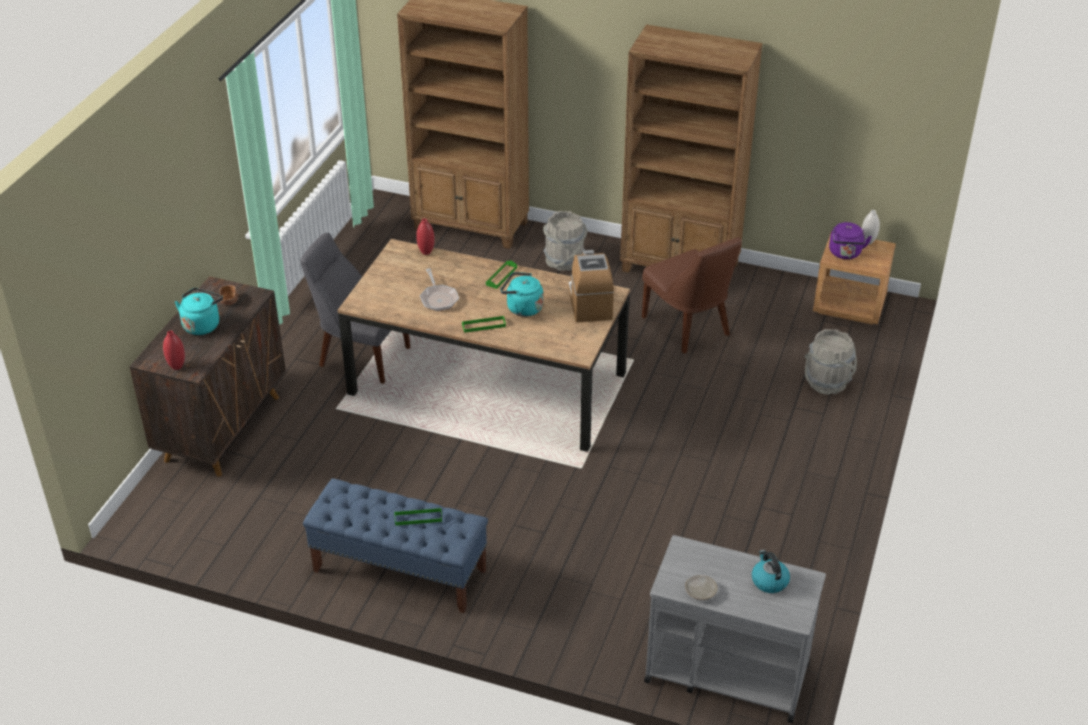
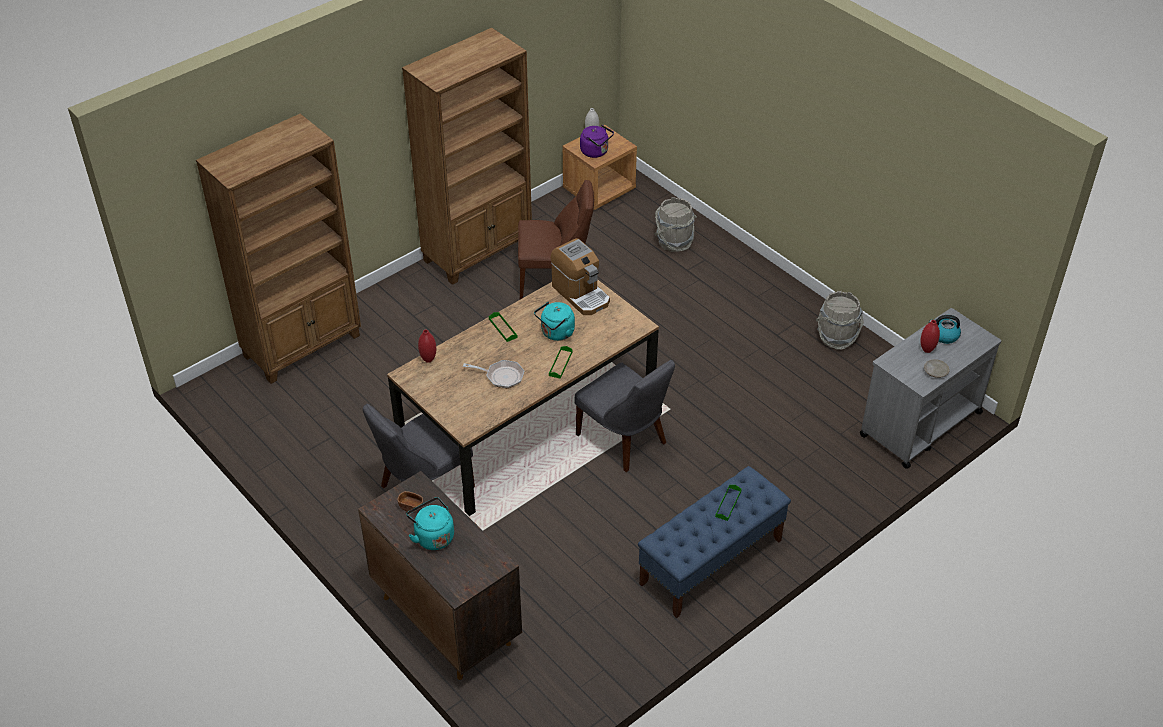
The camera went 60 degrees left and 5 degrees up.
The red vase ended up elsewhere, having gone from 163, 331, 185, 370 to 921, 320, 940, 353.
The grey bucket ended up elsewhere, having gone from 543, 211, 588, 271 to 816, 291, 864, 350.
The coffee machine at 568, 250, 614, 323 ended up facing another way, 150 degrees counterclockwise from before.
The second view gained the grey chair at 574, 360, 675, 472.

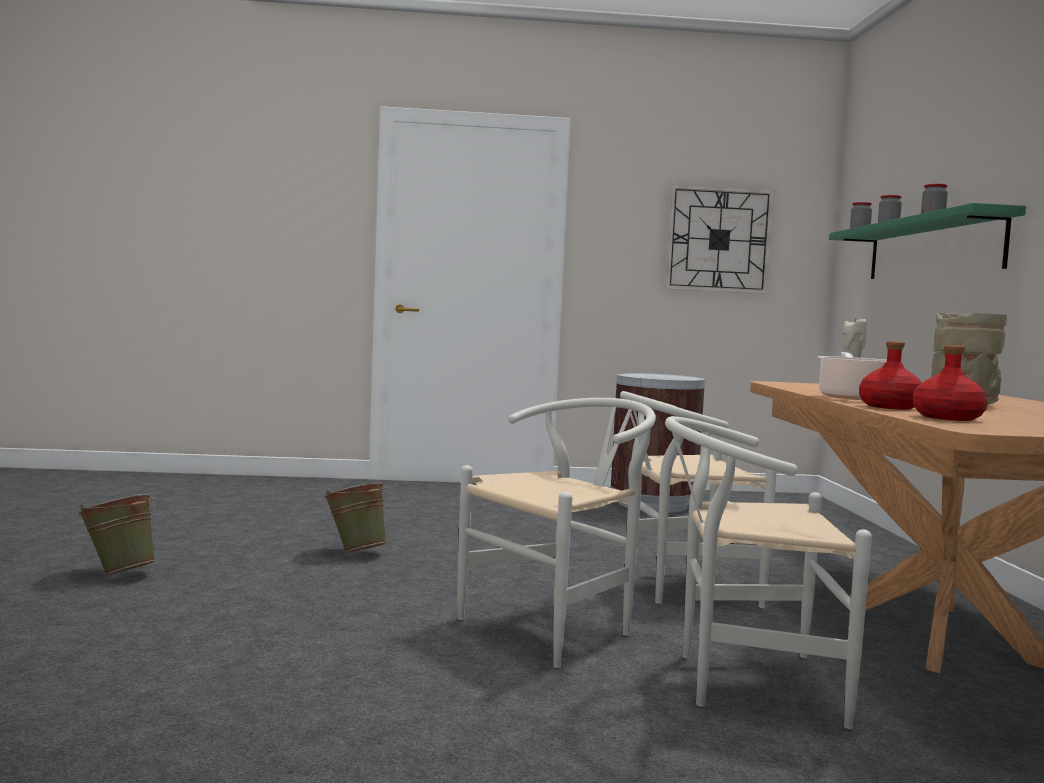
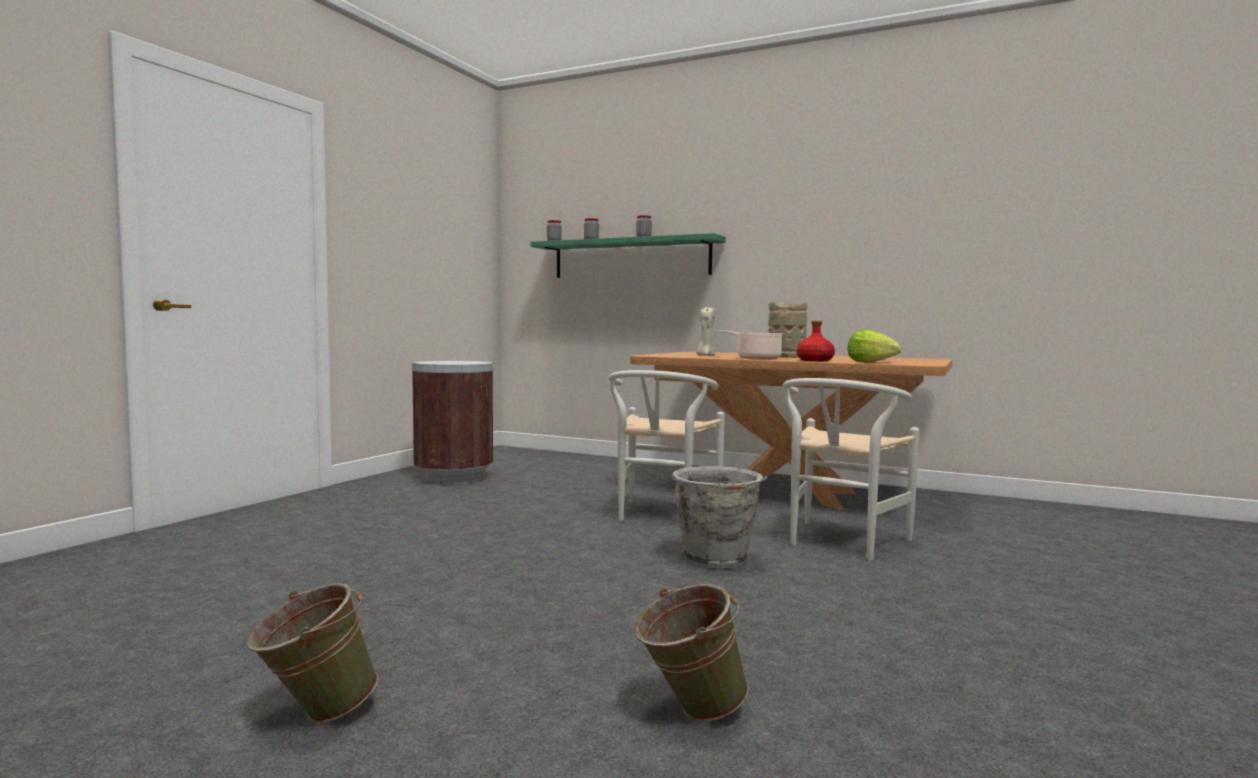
The camera went 60 degrees left and 0 degrees up.
The green bucket ended up elsewhere, having gone from 324, 483, 387, 553 to 635, 584, 749, 722.
Where the white chair stood at 458, 398, 656, 668, the grey bucket came to stand at 672, 466, 767, 569.
The second view lost the wall clock at 665, 185, 774, 294.
Where the red bottle stood at 913, 345, 988, 421, the lettuce came to stand at 847, 330, 901, 362.

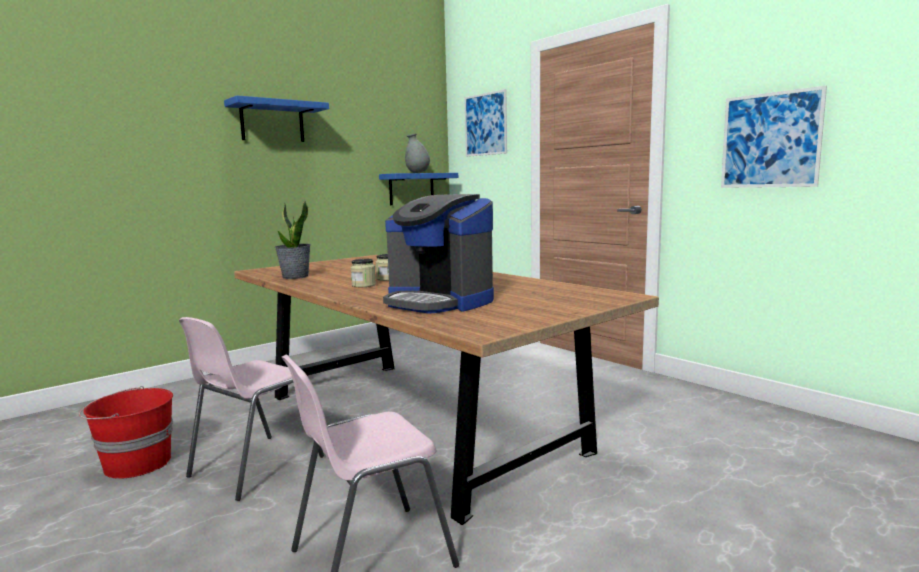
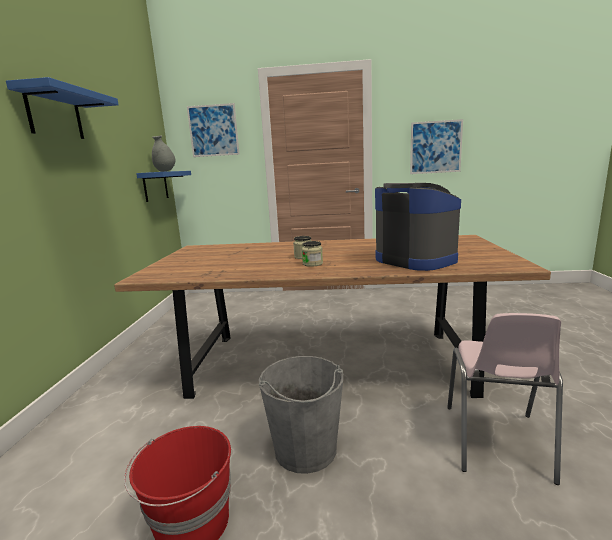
The camera went 45 degrees left and 5 degrees up.
Where the pink chair stood at 179, 317, 324, 501, the grey bucket came to stand at 259, 356, 343, 474.
The second view lost the potted plant at 275, 200, 311, 279.
The coffee machine at 383, 194, 494, 314 ended up facing another way, 120 degrees counterclockwise from before.

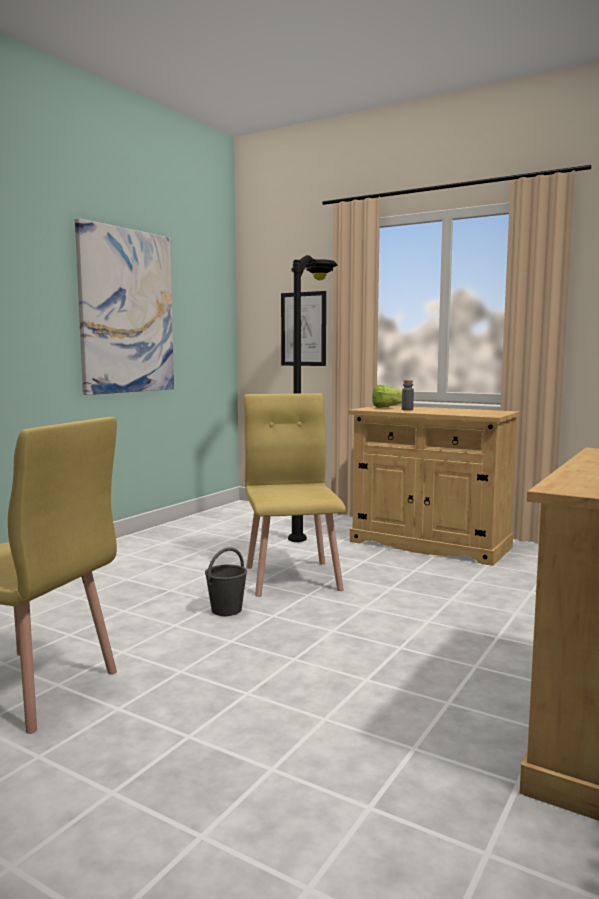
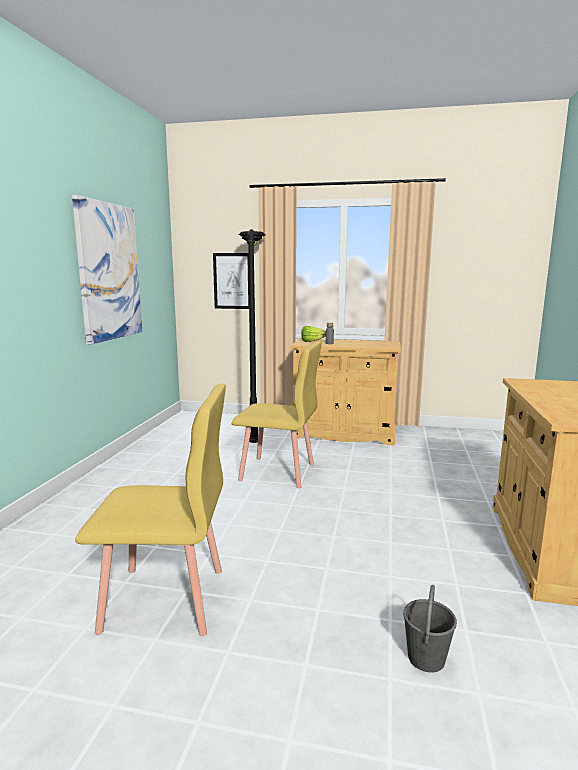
The camera went 20 degrees left and 5 degrees up.
The grey bucket ended up elsewhere, having gone from 205, 547, 247, 616 to 403, 585, 457, 673.
The yellow chair at 244, 393, 346, 597 ended up facing another way, 135 degrees clockwise from before.

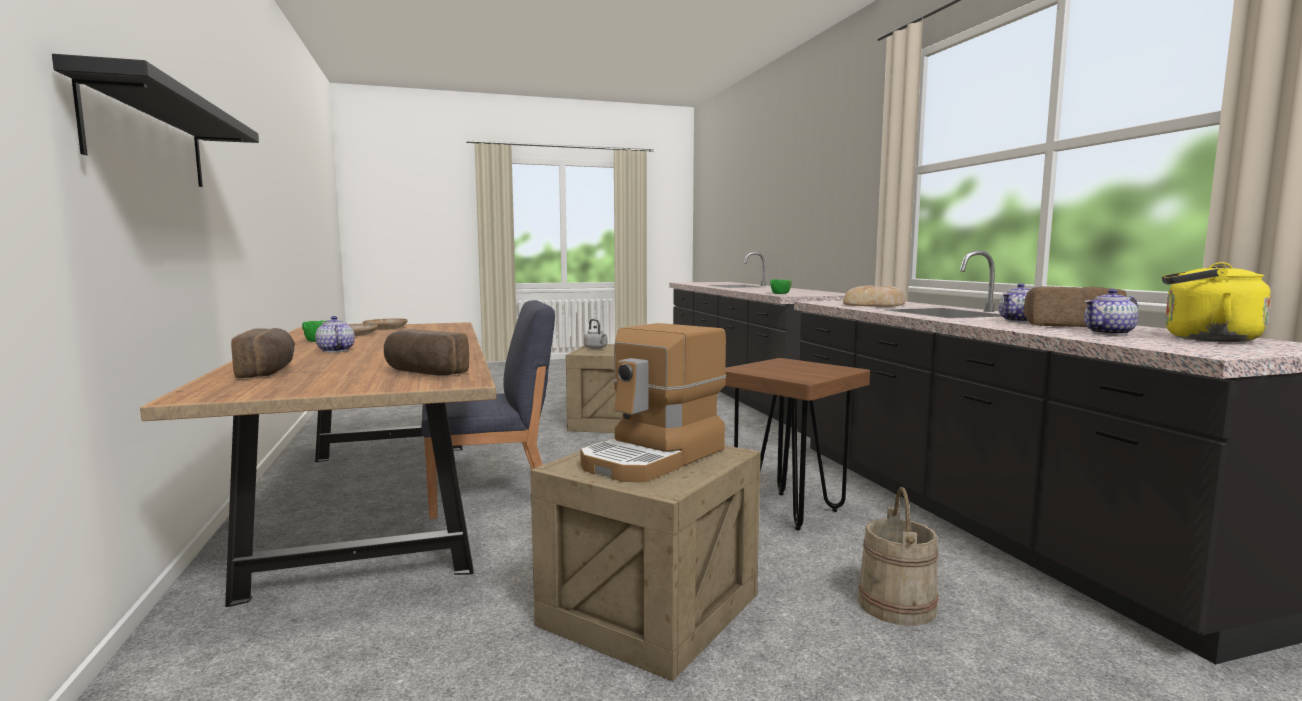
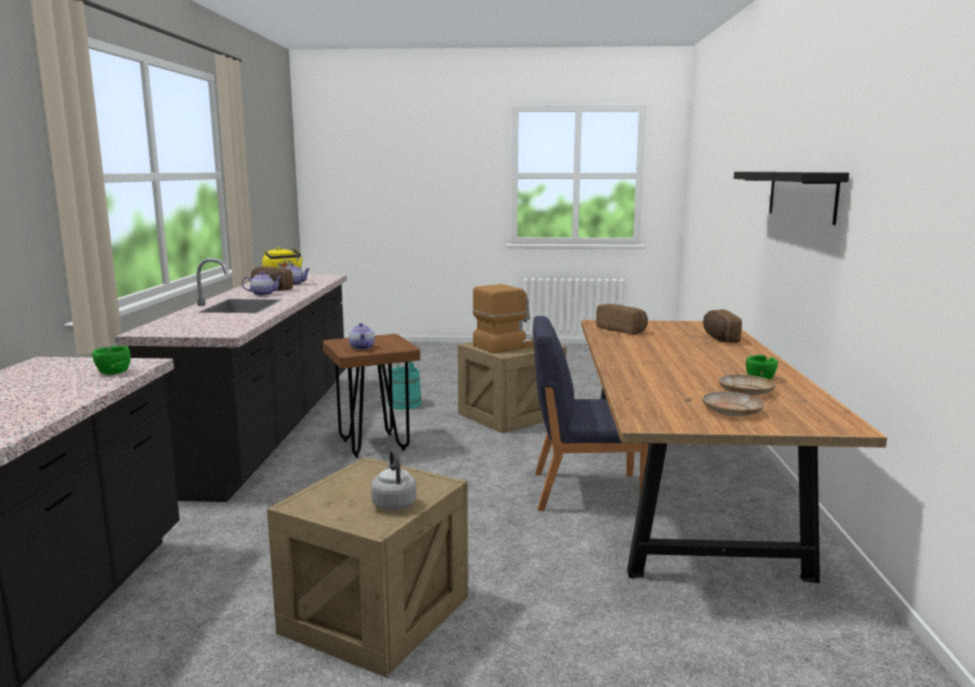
The camera went 160 degrees left and 5 degrees up.
The teapot ended up elsewhere, having gone from 315, 316, 355, 352 to 349, 323, 375, 350.
The second view lost the bread at 843, 285, 905, 307.
What was the beige bucket at 858, 487, 939, 626 turned into the turquoise bucket at 387, 362, 422, 410.

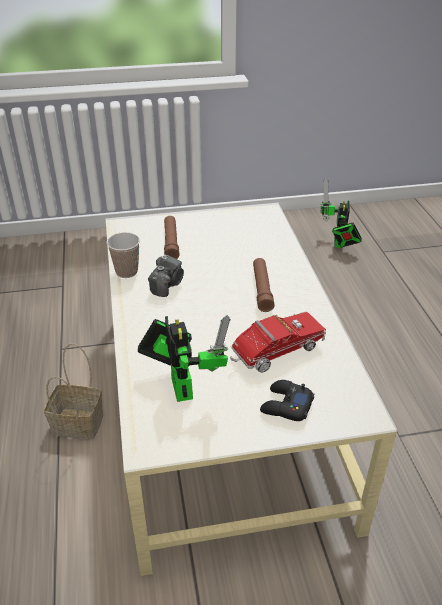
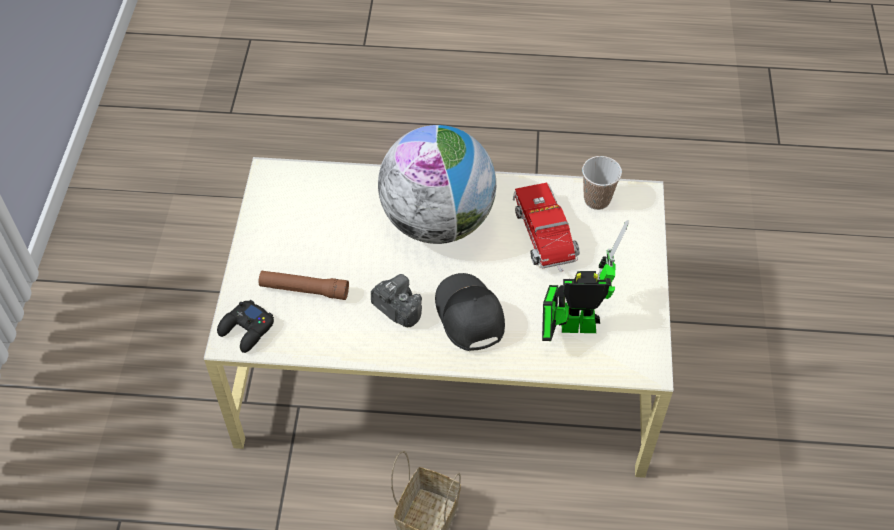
The camera went 75 degrees left and 15 degrees up.
The cup ended up elsewhere, having gone from 107, 232, 140, 278 to 582, 156, 622, 210.
Where the brown flashlight stood at 253, 258, 275, 312, the globe came to stand at 378, 125, 496, 244.
The black game controller ended up elsewhere, having gone from 260, 380, 314, 421 to 217, 300, 274, 353.
The second view lost the toy robot at 320, 177, 362, 248.
The second view gained the black cap at 435, 273, 505, 351.

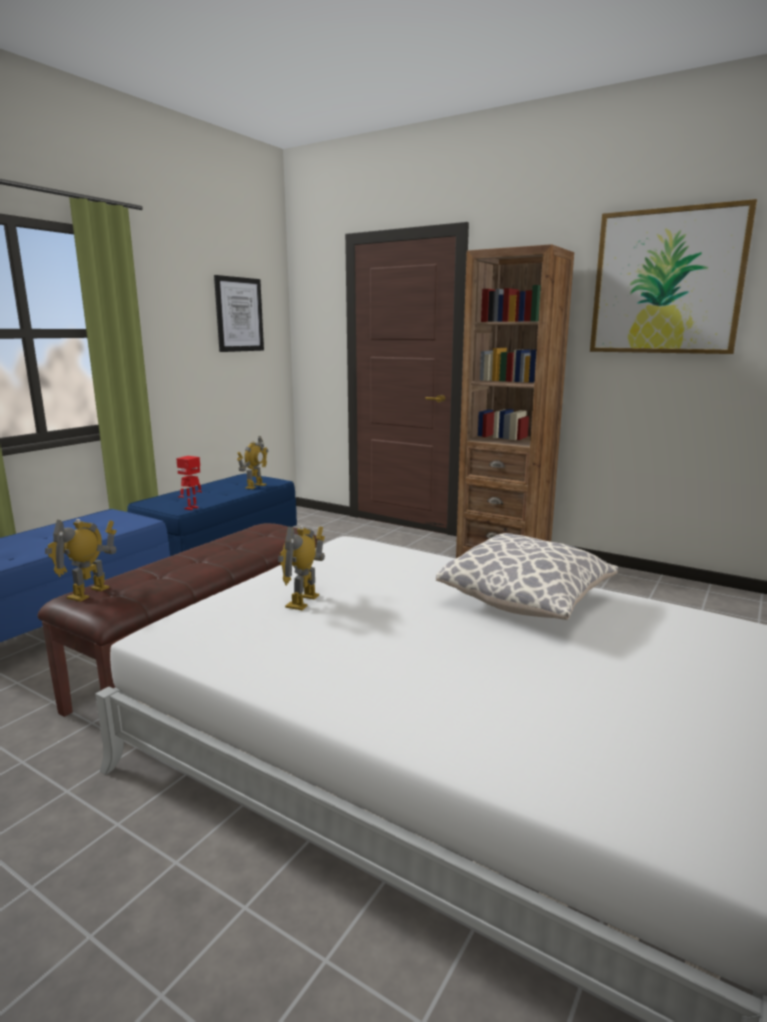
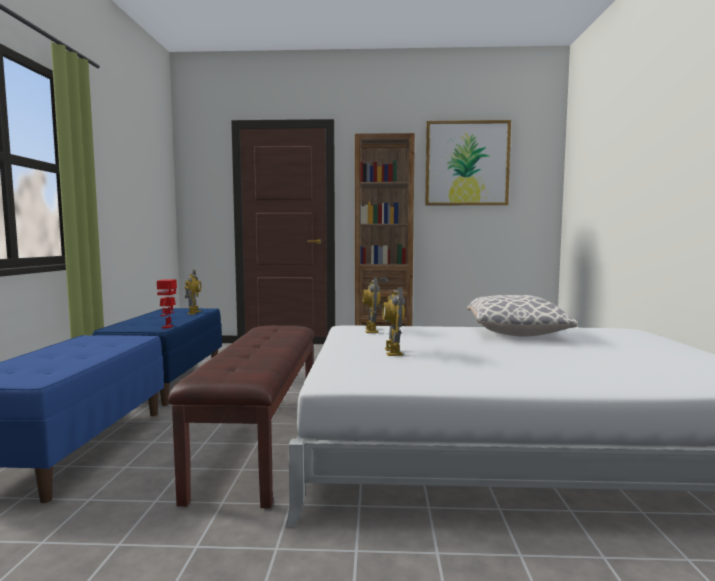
The camera went 30 degrees left and 10 degrees down.
The toy robot ended up elsewhere, having gone from 45, 519, 116, 602 to 362, 277, 381, 333.
The second view lost the picture at 214, 275, 264, 352.

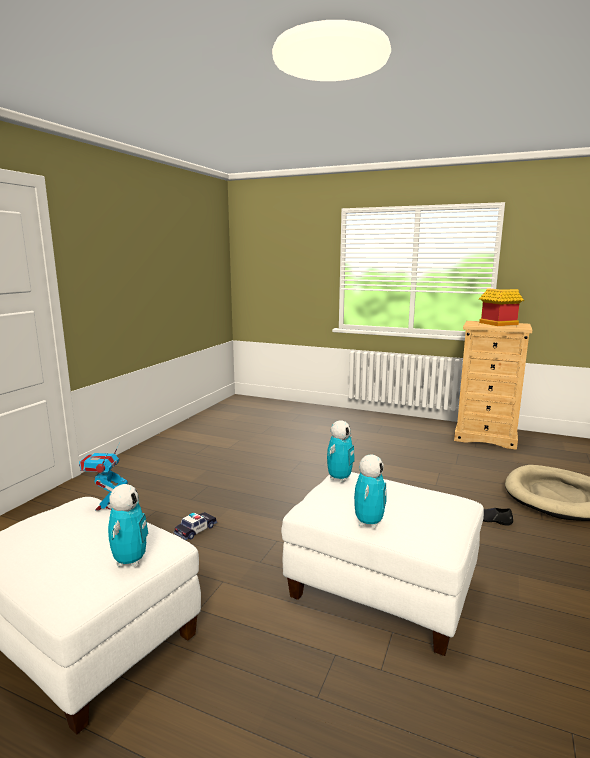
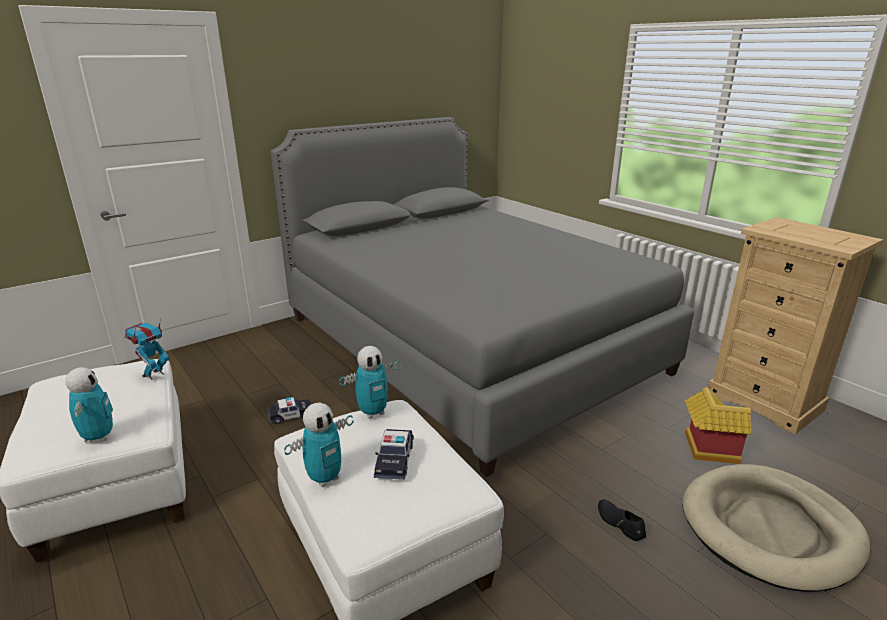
The camera went 30 degrees right and 10 degrees up.
The toy robot at 108, 484, 148, 567 ended up facing another way, 45 degrees counterclockwise from before.
The toy house ended up elsewhere, having gone from 479, 288, 524, 326 to 685, 387, 751, 464.
The second view gained the grey bed at 271, 117, 694, 477.
The second view gained the toy car at 374, 429, 414, 480.

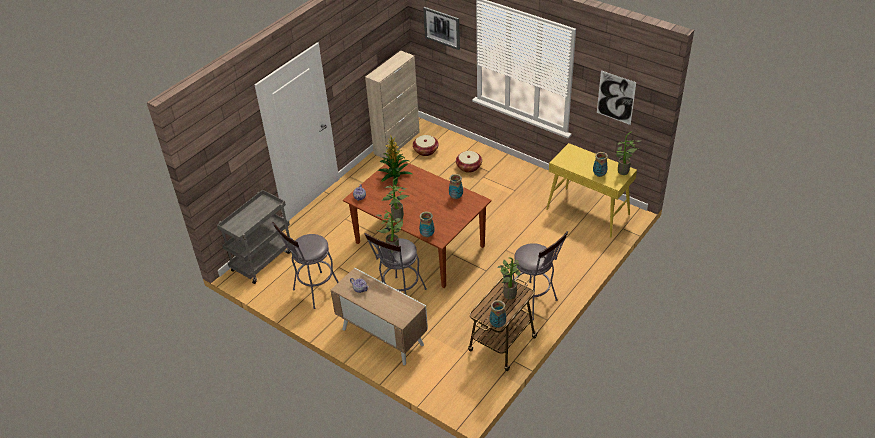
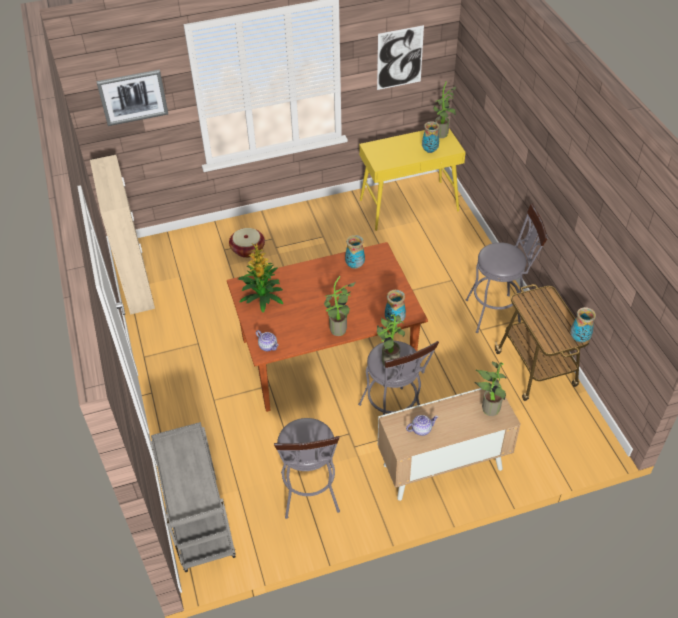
The camera went 55 degrees left and 5 degrees up.
The second view lost the basket at 413, 135, 438, 156.
The potted plant ended up elsewhere, having gone from 497, 257, 521, 300 to 474, 362, 507, 416.

